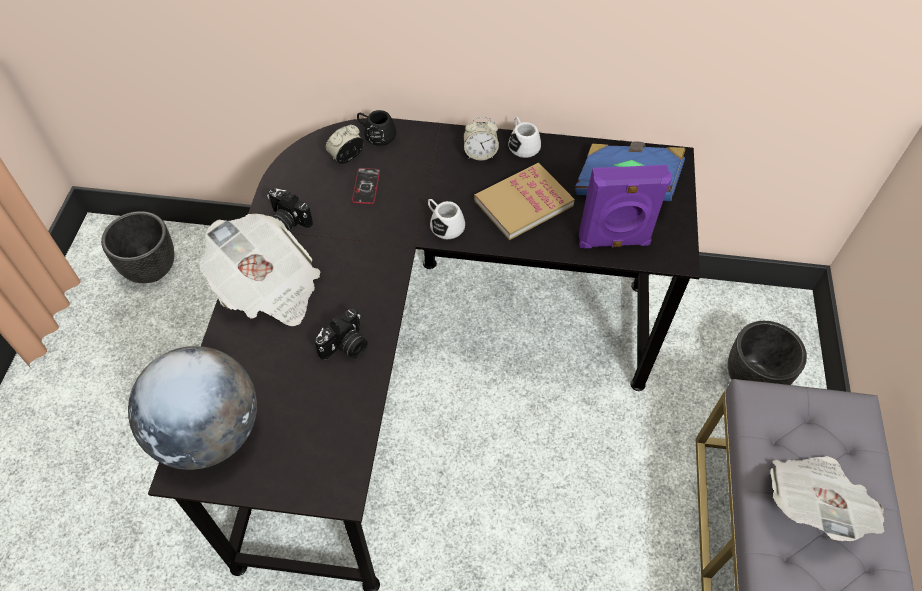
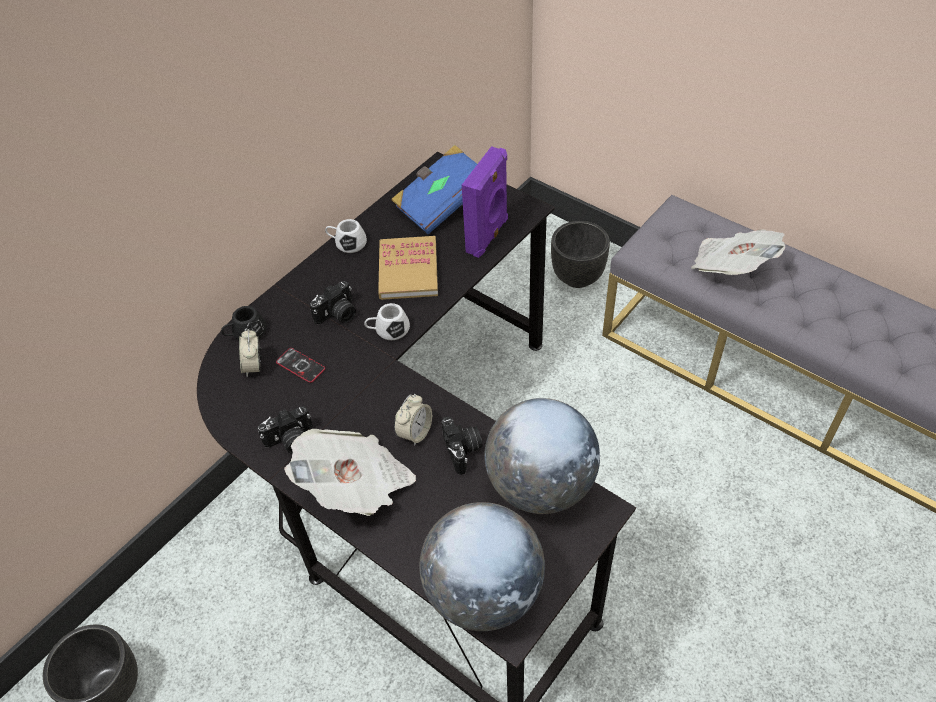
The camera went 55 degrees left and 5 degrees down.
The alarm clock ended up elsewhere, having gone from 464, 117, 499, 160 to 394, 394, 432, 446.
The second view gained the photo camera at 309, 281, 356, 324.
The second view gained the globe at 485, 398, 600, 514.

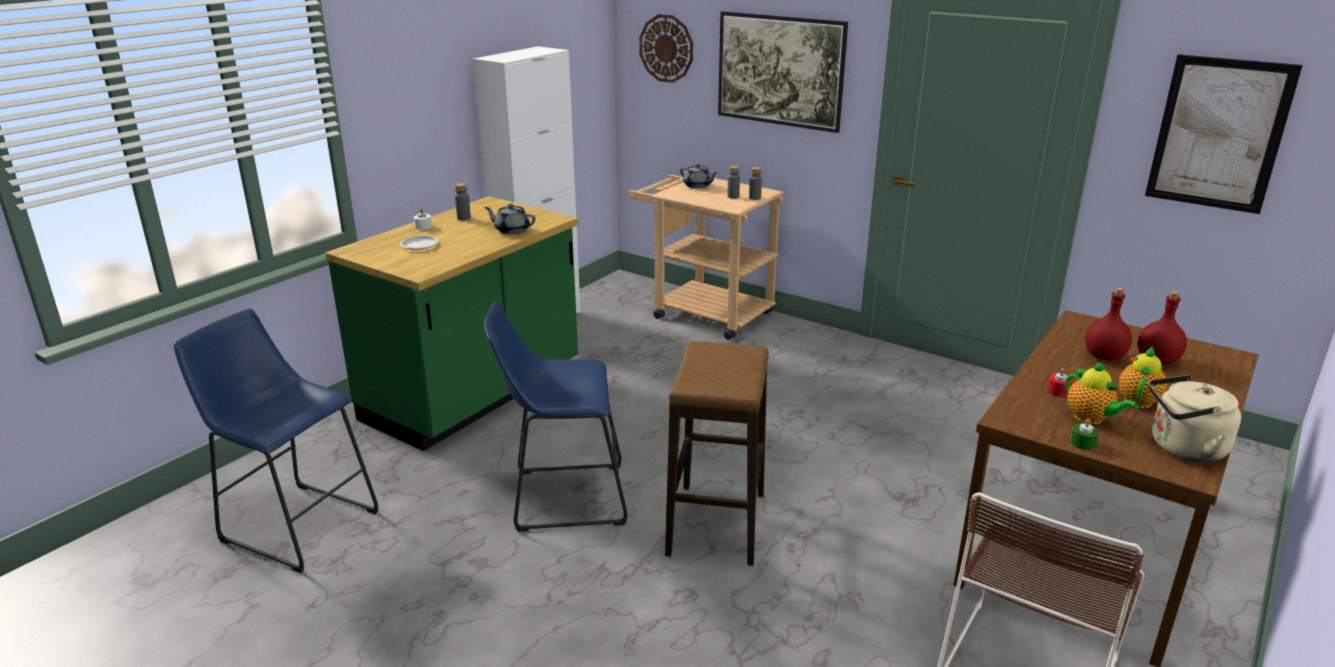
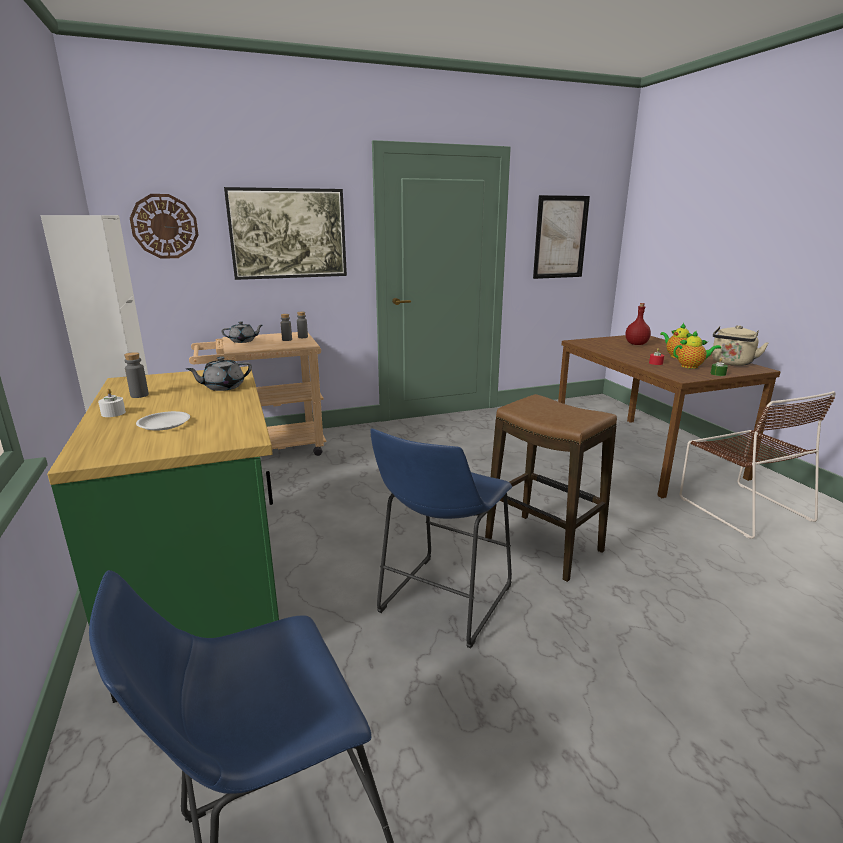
The camera went 55 degrees left and 5 degrees down.
The second view lost the red bottle at 1085, 287, 1132, 361.

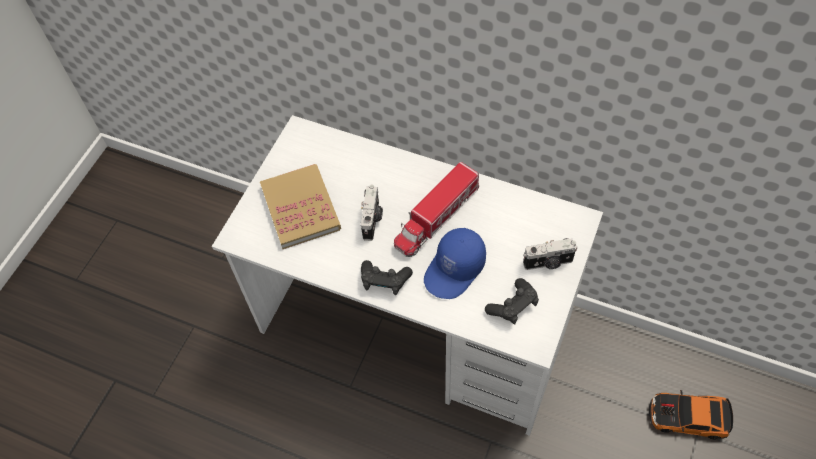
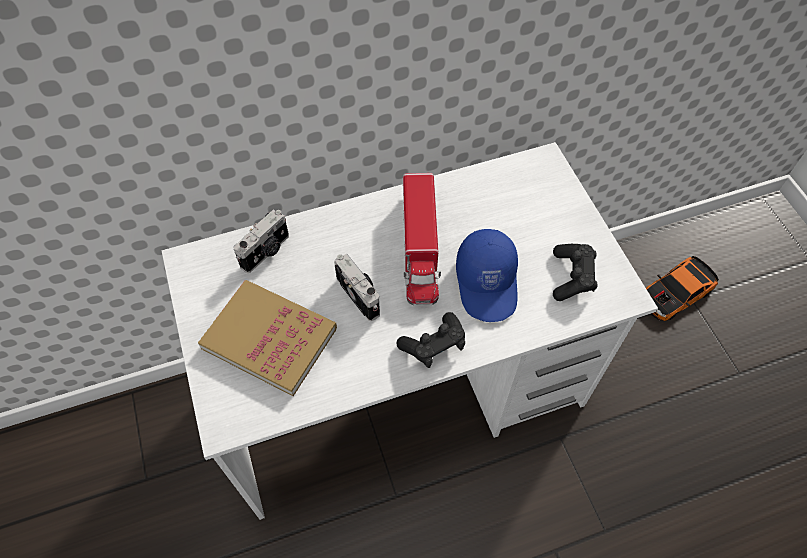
The camera went 45 degrees left and 0 degrees up.
The photo camera ended up elsewhere, having gone from 523, 238, 577, 270 to 233, 209, 289, 273.

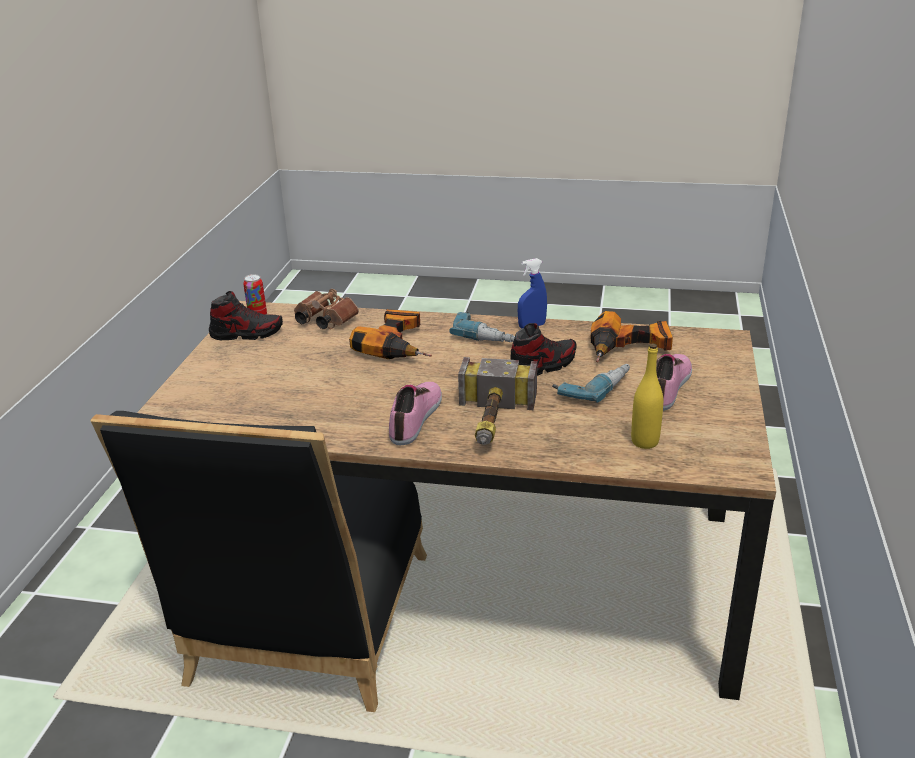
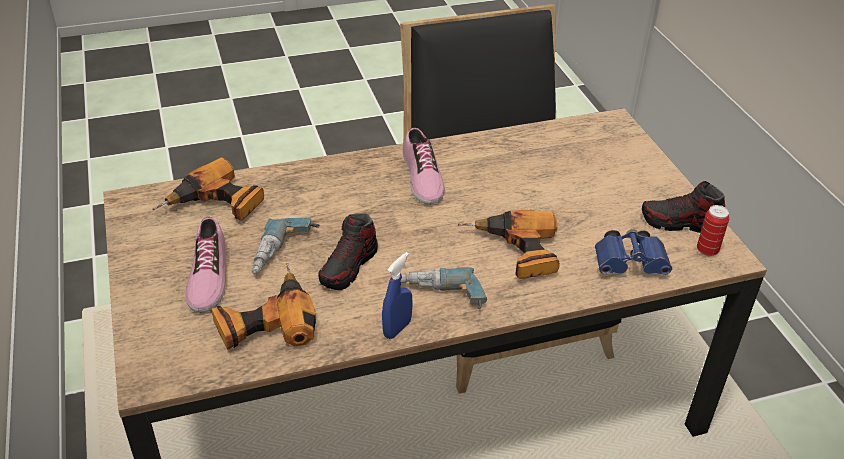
The camera went 150 degrees right and 10 degrees up.
The shoe at 209, 291, 283, 340 ended up facing another way, 45 degrees clockwise from before.
What was the brown binoculars at 294, 289, 359, 329 turned into the blue binoculars at 595, 229, 672, 275.
The second view lost the hammer at 458, 357, 537, 445.
Where the yellow bottle stood at 631, 343, 663, 449, the power drill came to stand at 152, 157, 264, 220.

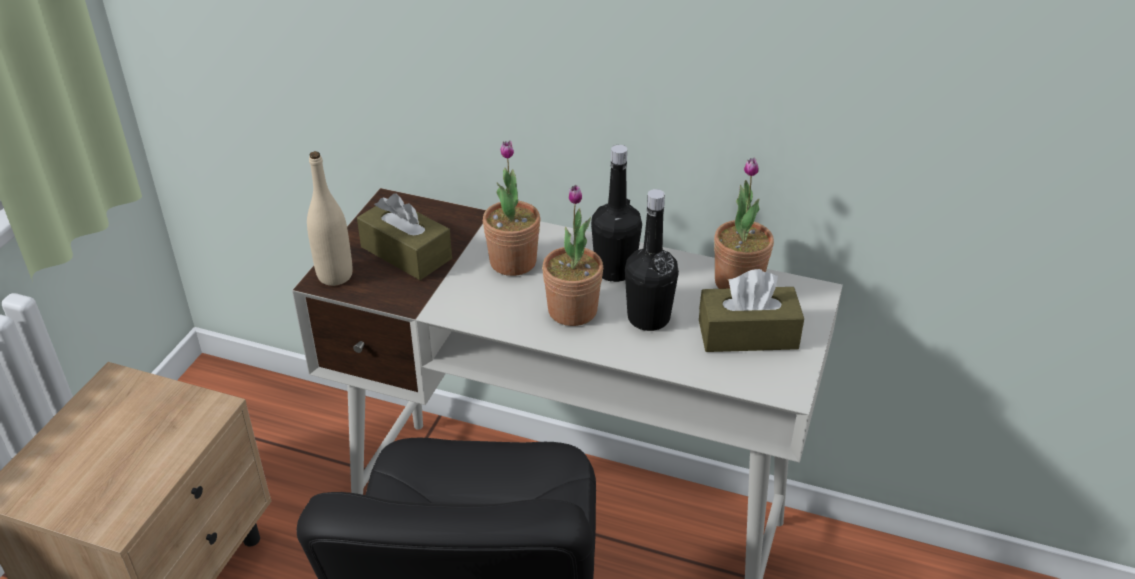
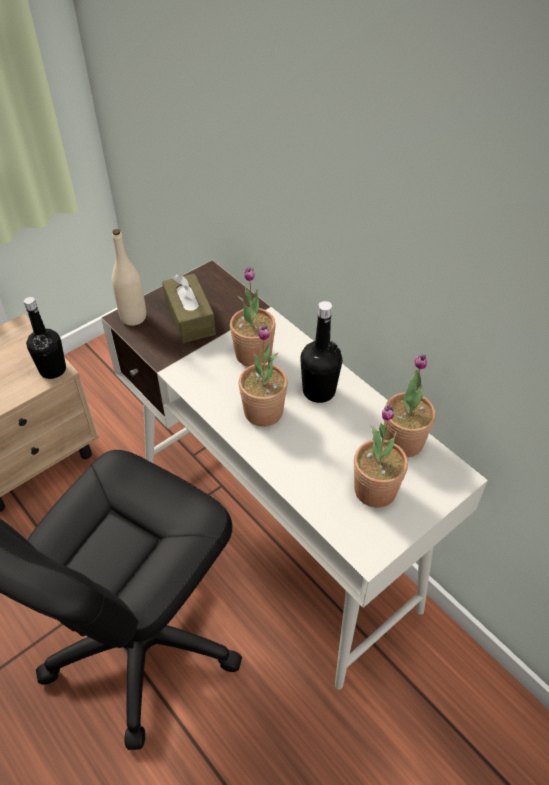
The camera went 30 degrees right and 10 degrees up.
The black bottle ended up elsewhere, having gone from 625, 189, 679, 331 to 24, 297, 66, 379.
Where the brown tissue box stood at 699, 269, 804, 352, the potted plant came to stand at 354, 404, 408, 508.

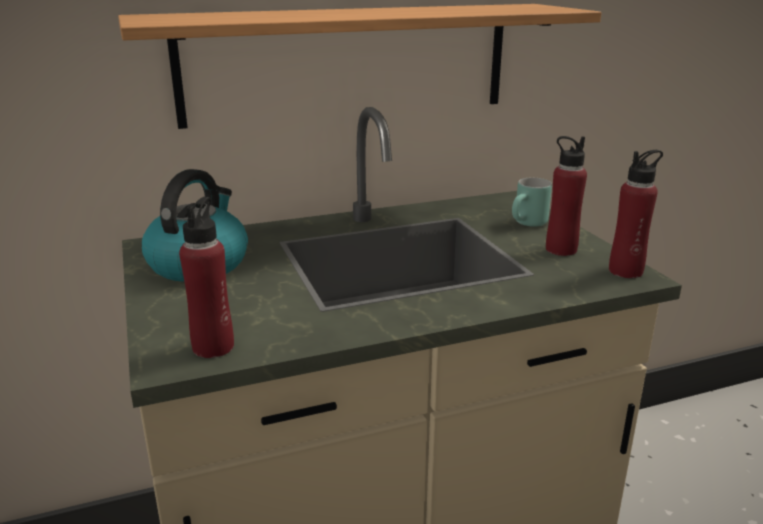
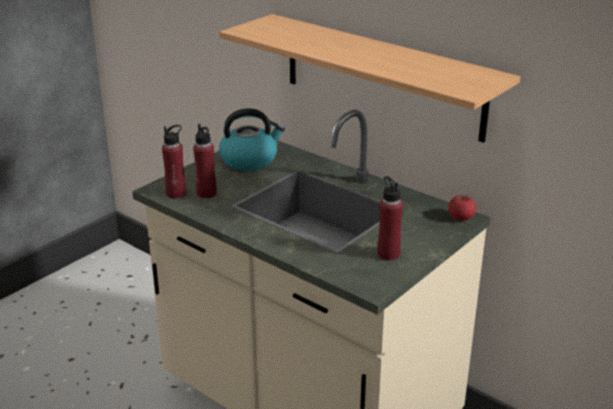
The camera went 60 degrees right and 5 degrees up.
The second view lost the turquoise mug at 512, 178, 552, 227.
The red bottle ended up elsewhere, having gone from 609, 150, 663, 278 to 193, 124, 217, 198.
The second view gained the tomato at 448, 195, 476, 221.

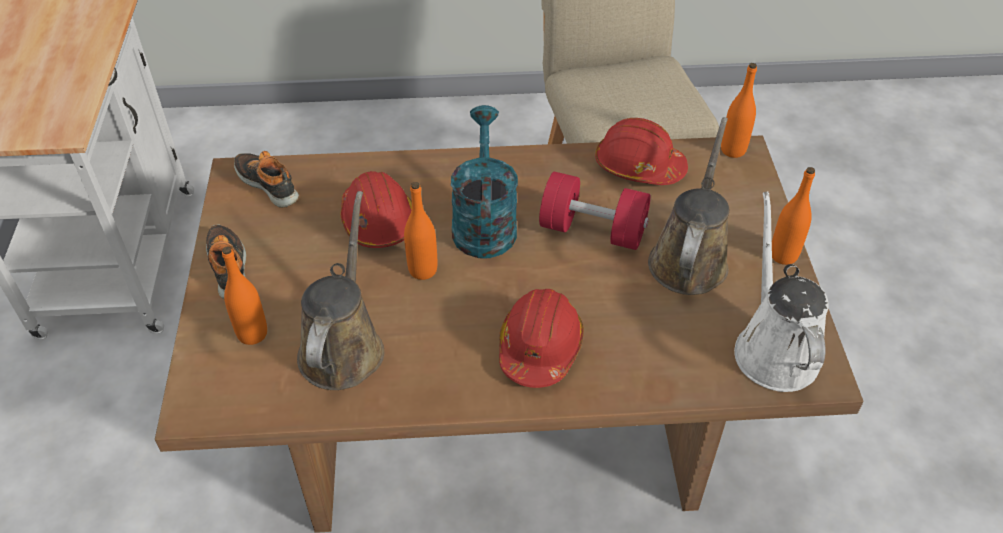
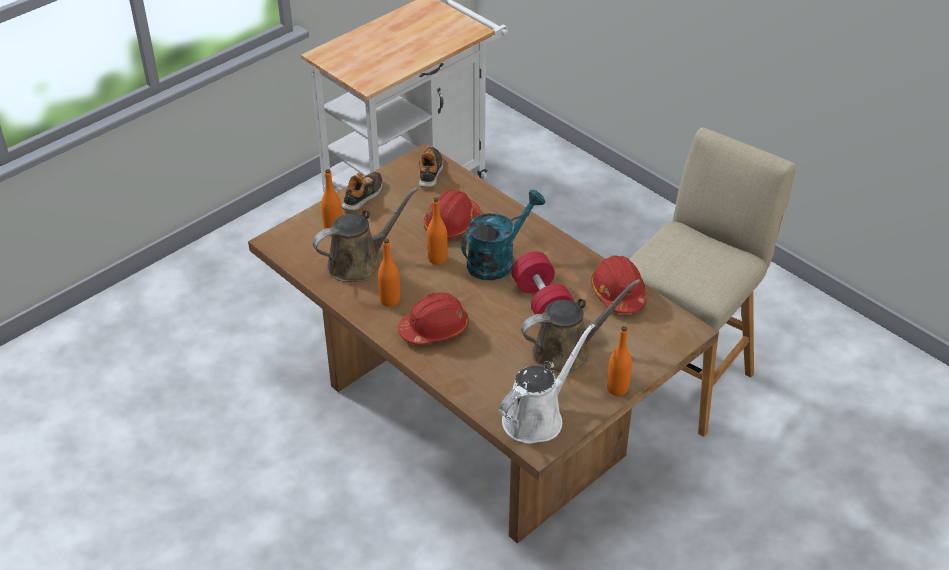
The camera went 50 degrees right and 5 degrees down.
The orange bottle ended up elsewhere, having gone from 721, 63, 757, 158 to 378, 239, 400, 307.

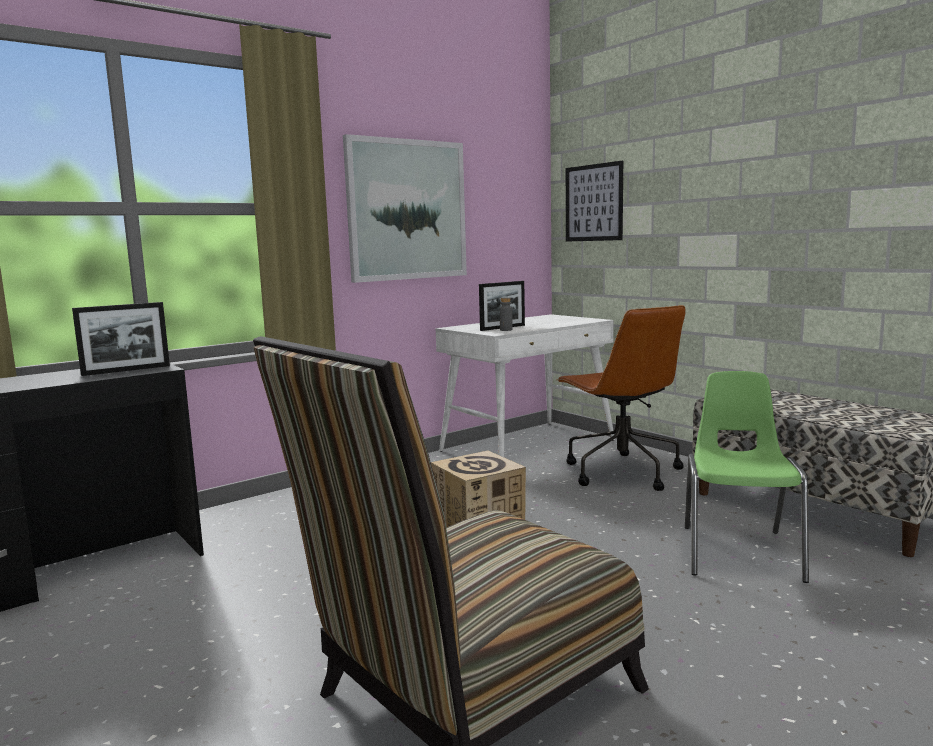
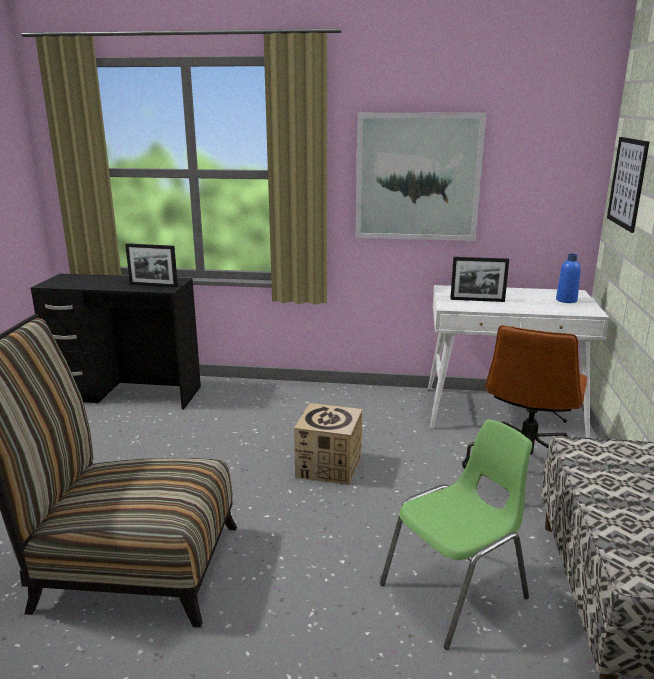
The camera went 45 degrees right and 10 degrees up.
The second view lost the grey bottle at 500, 298, 512, 331.
The second view gained the blue bottle at 556, 254, 581, 303.

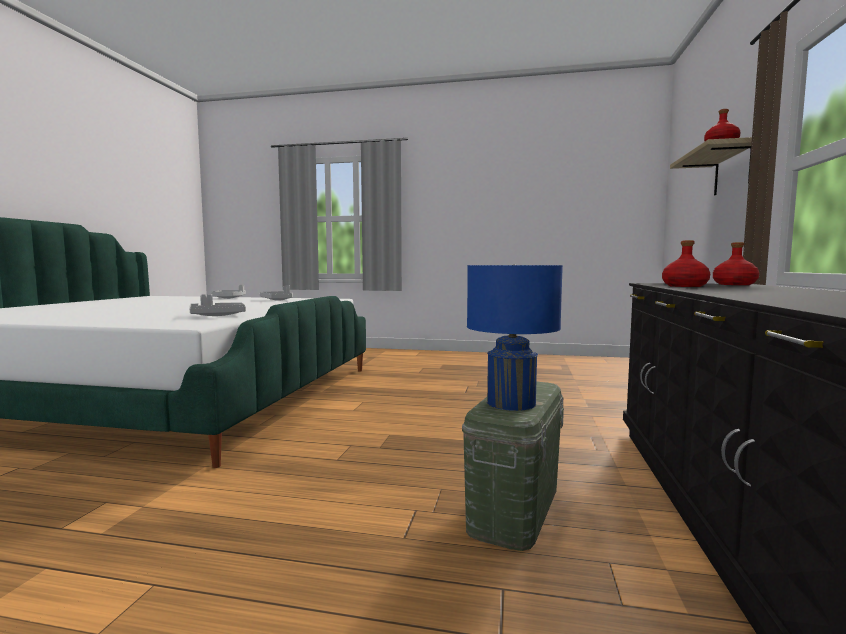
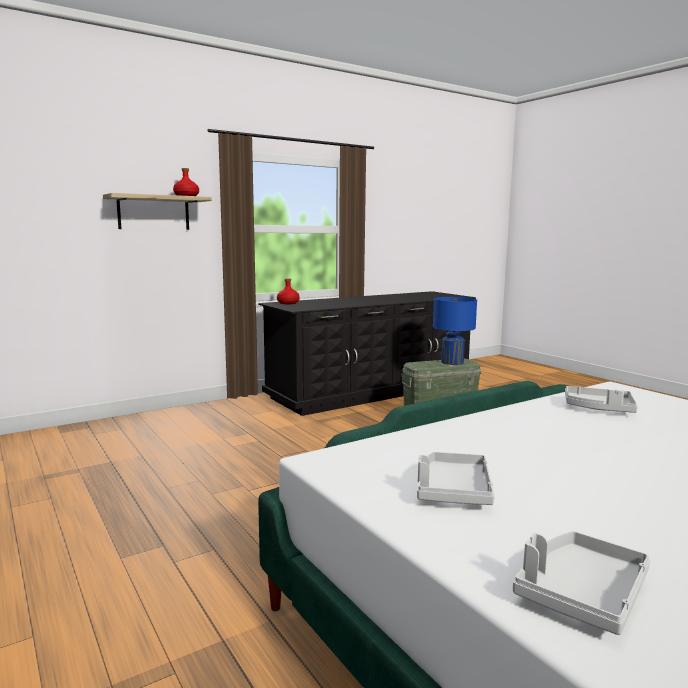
The camera went 135 degrees left and 5 degrees up.
The second view lost the red bottle at 662, 240, 710, 287.

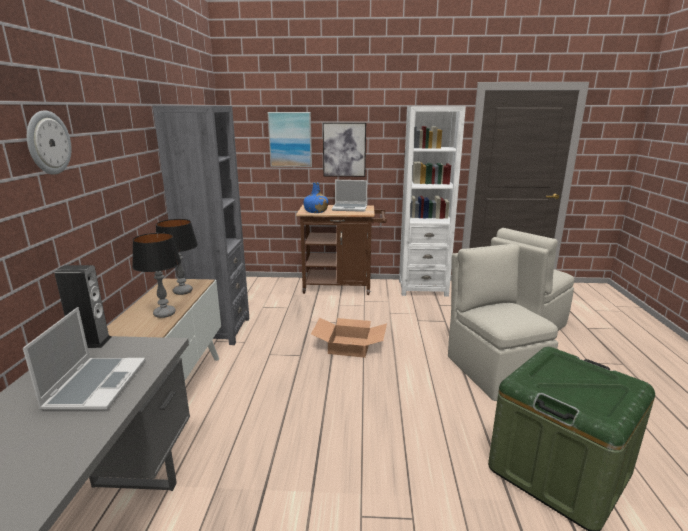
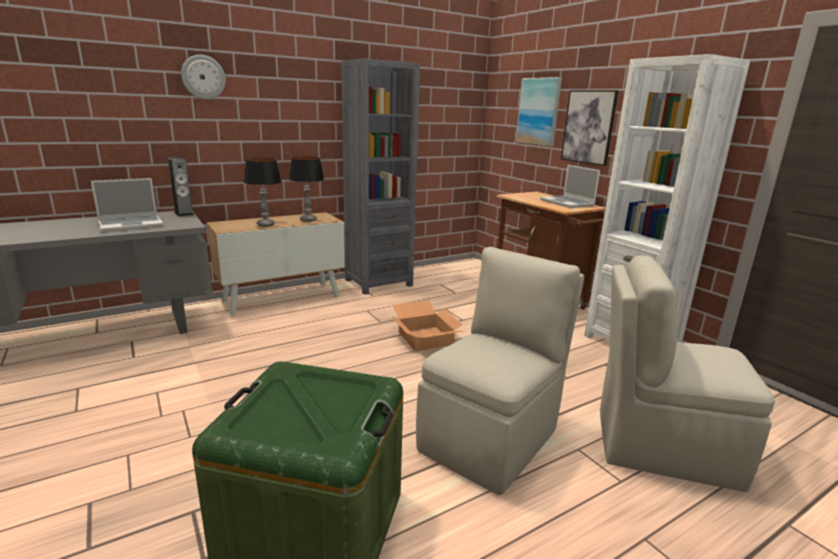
The camera went 55 degrees right and 0 degrees up.
The second view lost the blue bottle at 304, 182, 328, 213.

